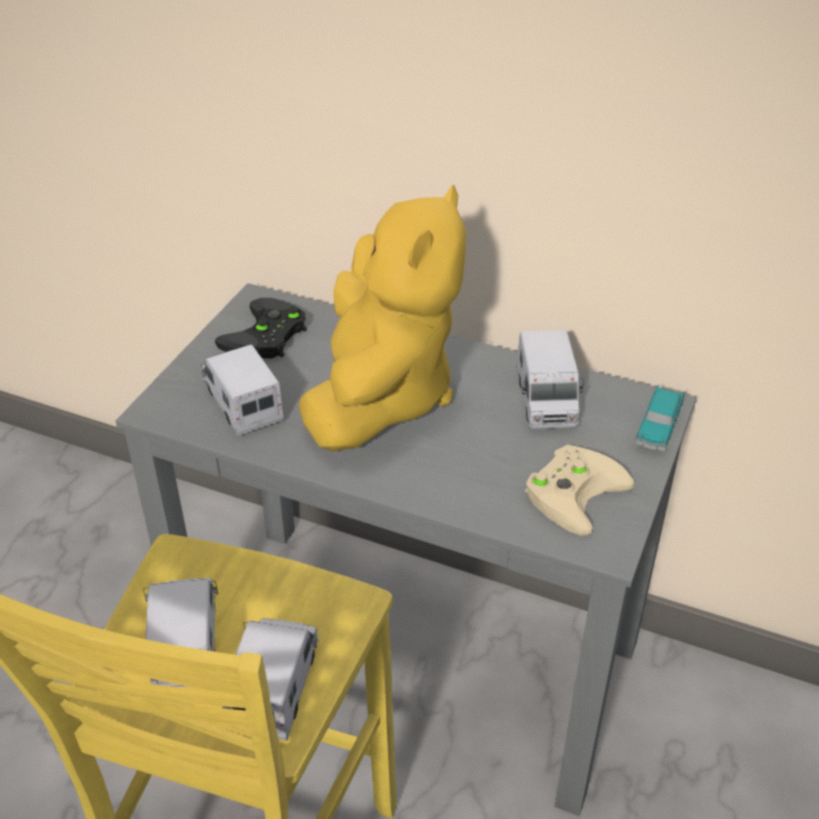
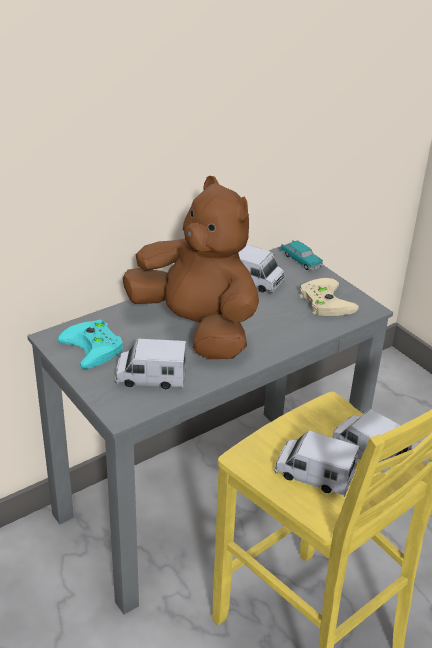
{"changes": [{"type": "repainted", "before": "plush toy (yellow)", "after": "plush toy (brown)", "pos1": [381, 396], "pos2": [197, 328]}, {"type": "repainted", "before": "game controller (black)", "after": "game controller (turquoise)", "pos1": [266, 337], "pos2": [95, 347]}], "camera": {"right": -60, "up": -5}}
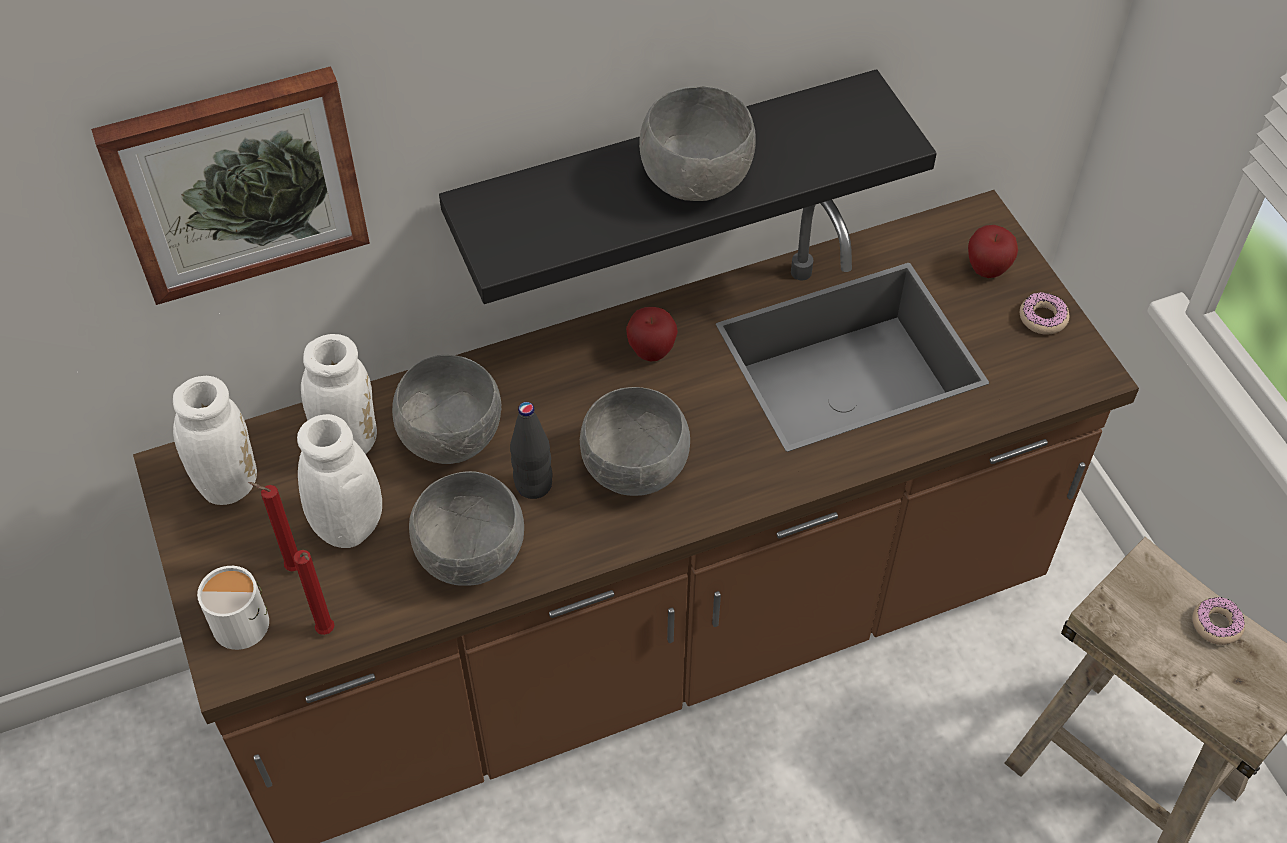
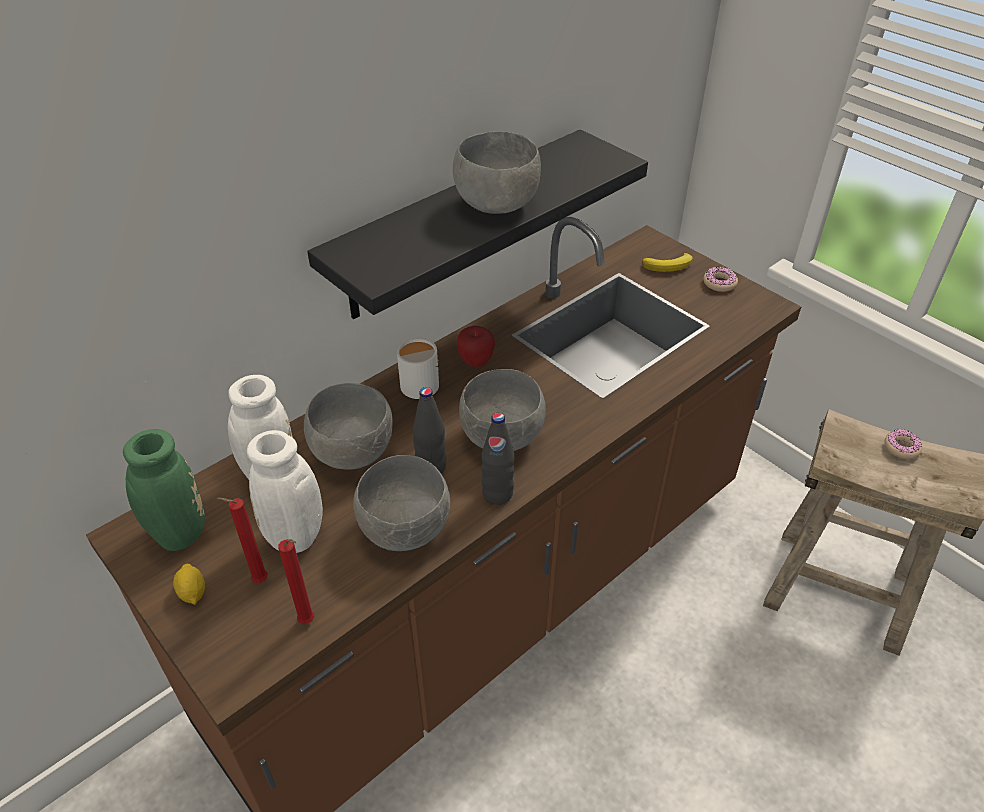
{"changes": [{"type": "gone", "before": "picture", "pos1": [237, 182]}, {"type": "swapped", "before": "apple", "after": "banana", "pos1": [987, 269], "pos2": [669, 266]}, {"type": "repainted", "before": "vase (white)", "after": "vase (green)", "pos1": [224, 483], "pos2": [175, 534]}, {"type": "shifted", "before": "mug (white)", "pos1": [243, 618], "pos2": [419, 382]}, {"type": "new", "after": "bottle (black)", "pos2": [497, 494]}, {"type": "new", "after": "lemon", "pos2": [192, 592]}], "camera": {"right": -20, "up": -10}}
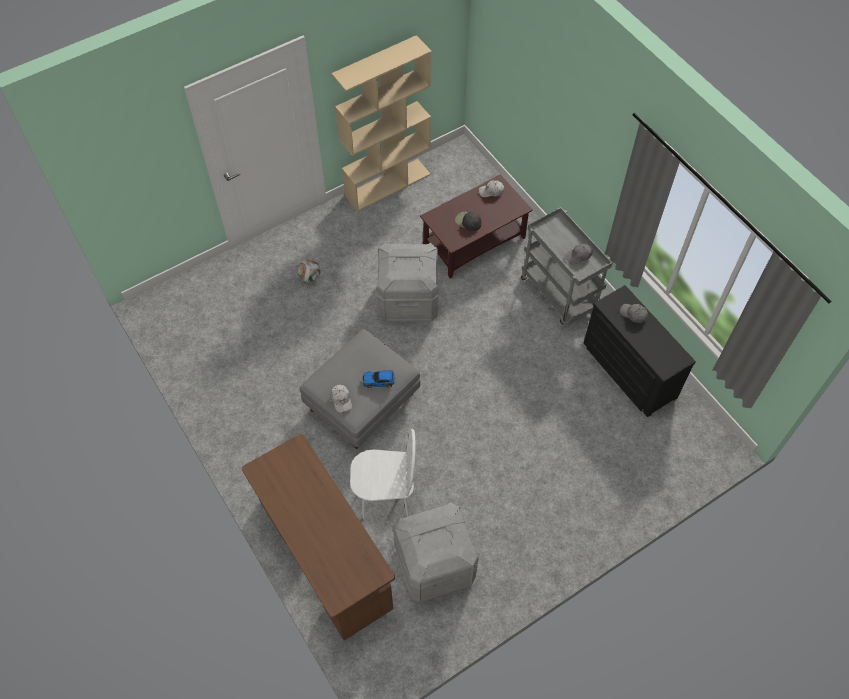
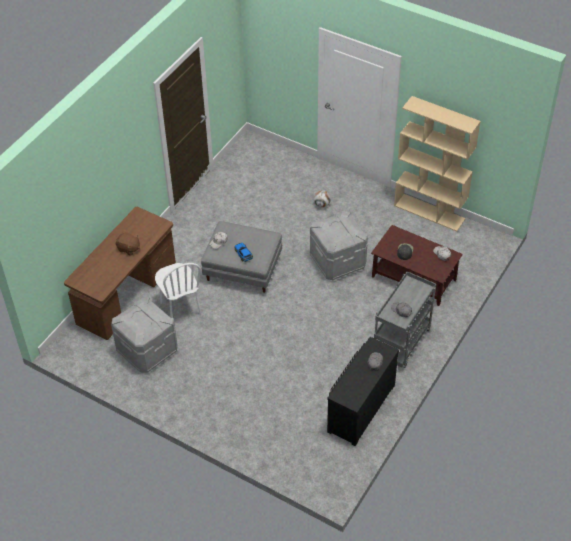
{"changes": [{"type": "new", "after": "plush toy (brown)", "pos2": [128, 249]}], "camera": {"right": 65, "up": -10}}
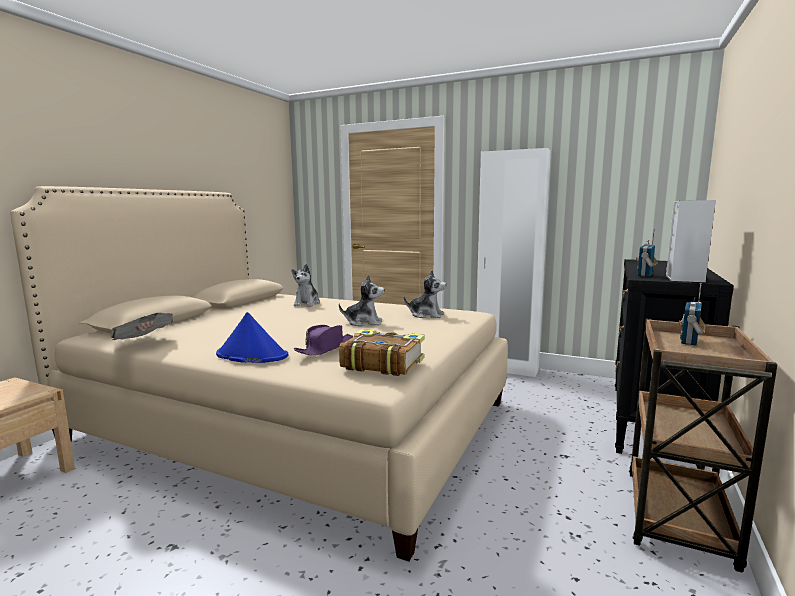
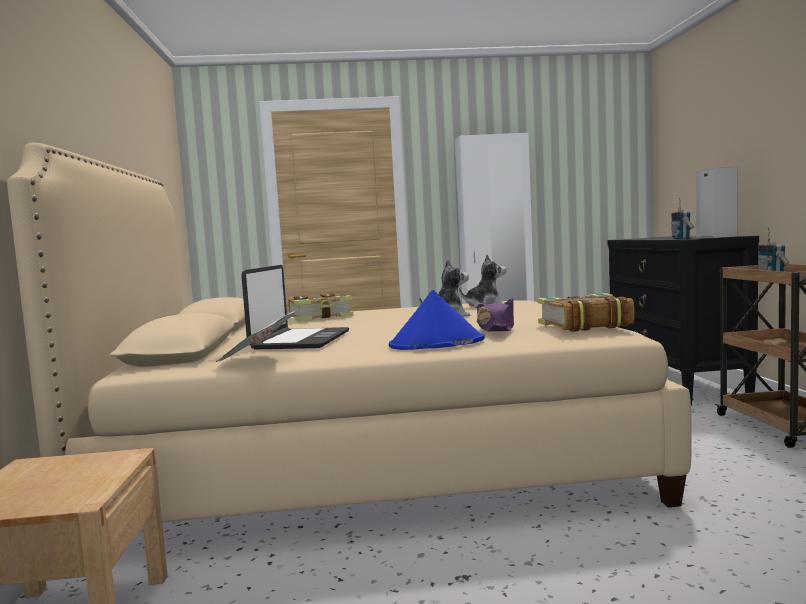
{"changes": [{"type": "swapped", "before": "plush toy", "after": "book", "pos1": [307, 303], "pos2": [321, 317]}, {"type": "new", "after": "laptop", "pos2": [300, 340]}], "camera": {"right": -30, "up": -5}}
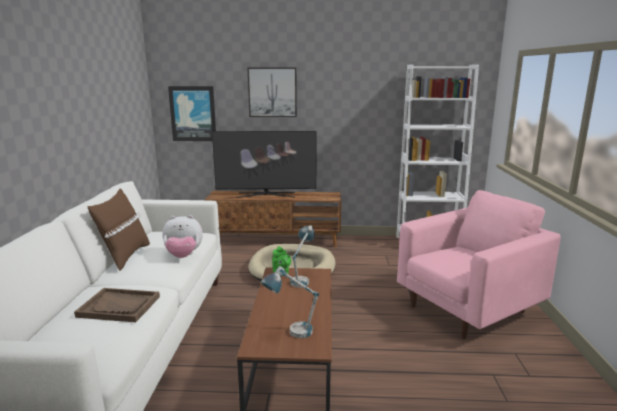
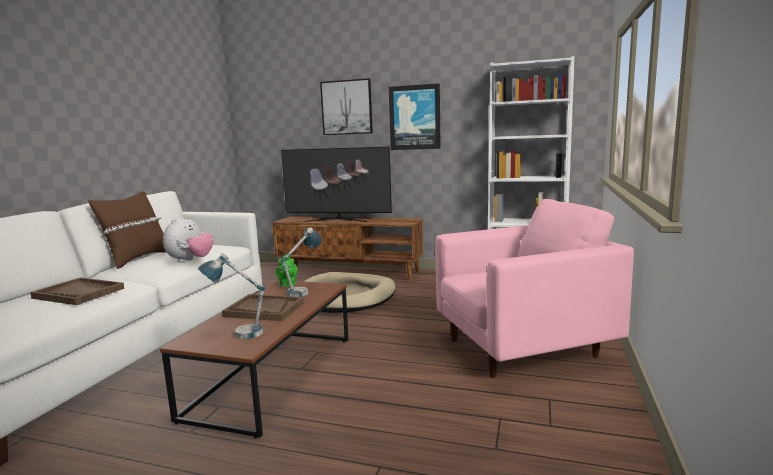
{"changes": [{"type": "shifted", "before": "picture", "pos1": [193, 113], "pos2": [415, 117]}, {"type": "rotated", "before": "plush toy", "pos1": [183, 256], "pos2": [190, 261], "turn": -75}, {"type": "new", "after": "tray (brown)", "pos2": [264, 309]}], "camera": {"right": 15, "up": -5}}
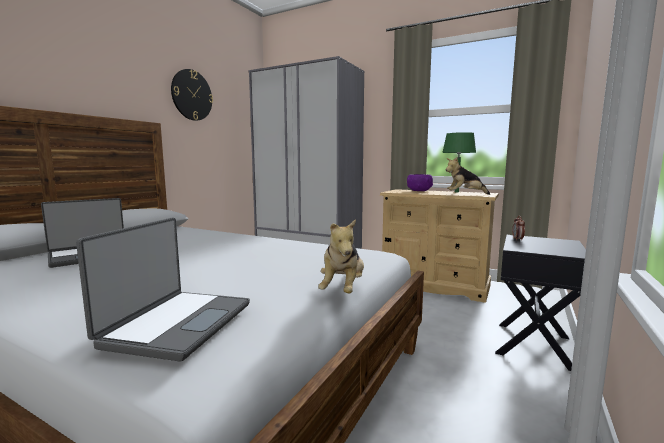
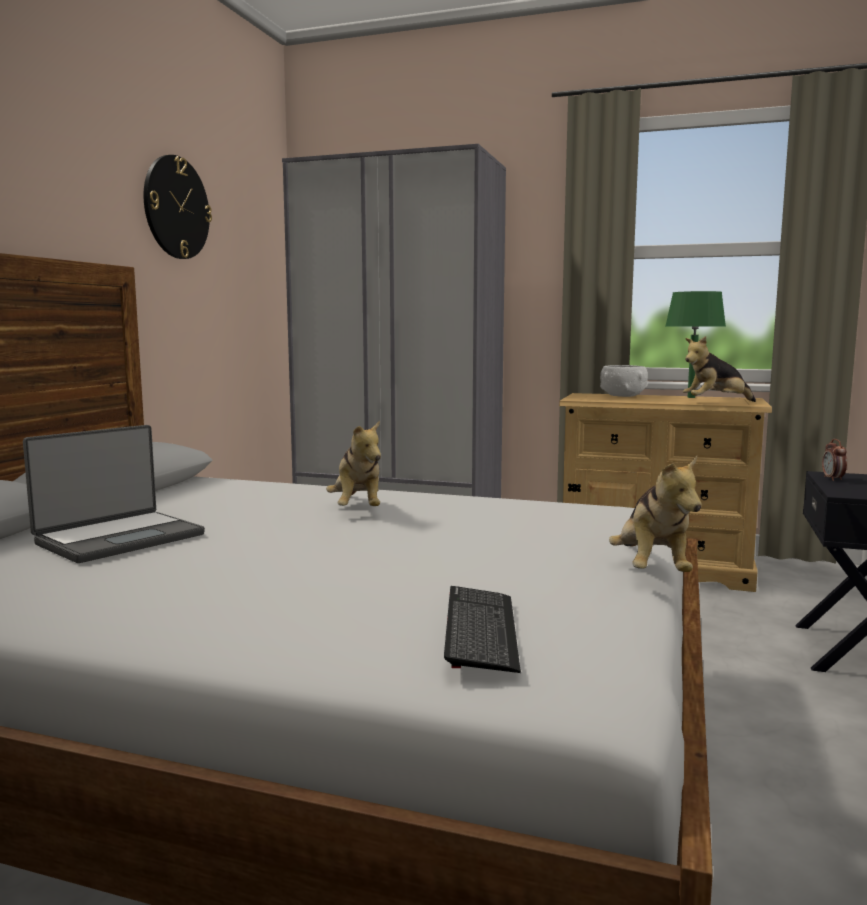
{"changes": [{"type": "repainted", "before": "bowl (purple)", "after": "bowl (white)", "pos1": [419, 191], "pos2": [623, 396]}, {"type": "swapped", "before": "laptop", "after": "keyboard", "pos1": [177, 323], "pos2": [481, 630]}, {"type": "new", "after": "plush toy", "pos2": [358, 509]}], "camera": {"right": -10, "up": 0}}
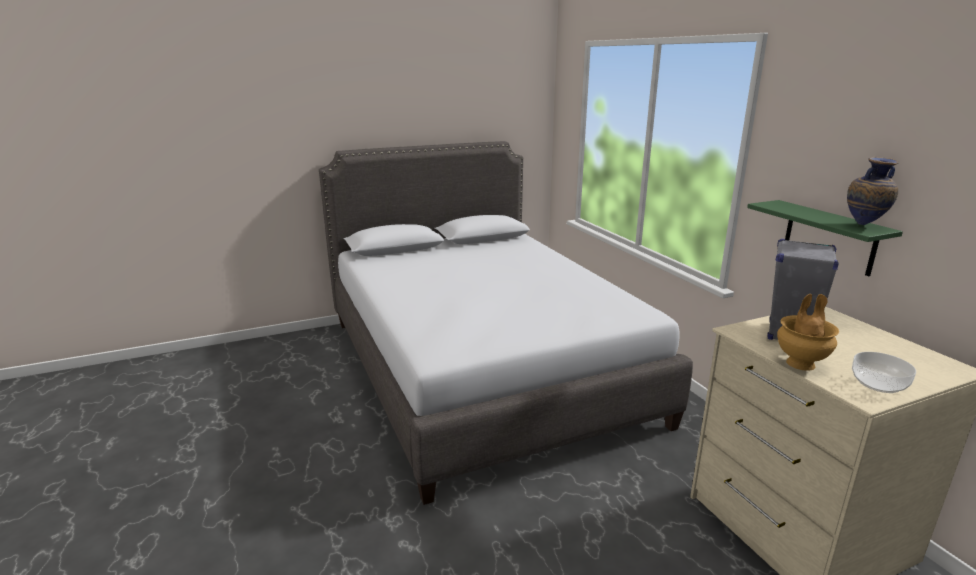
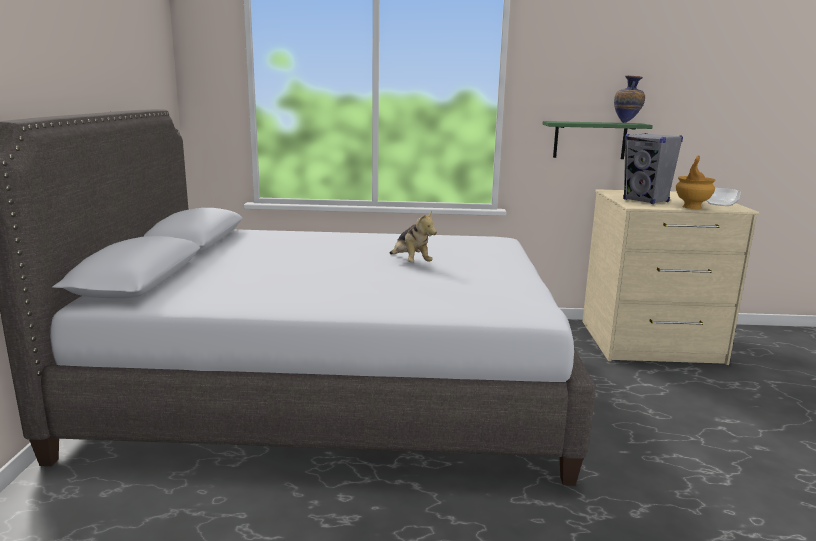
{"changes": [{"type": "new", "after": "plush toy", "pos2": [410, 263]}], "camera": {"right": -65, "up": -5}}
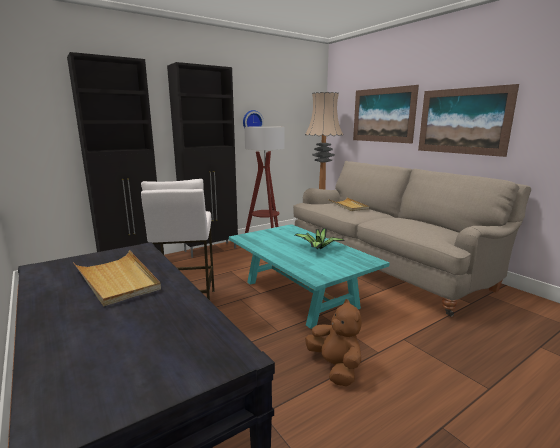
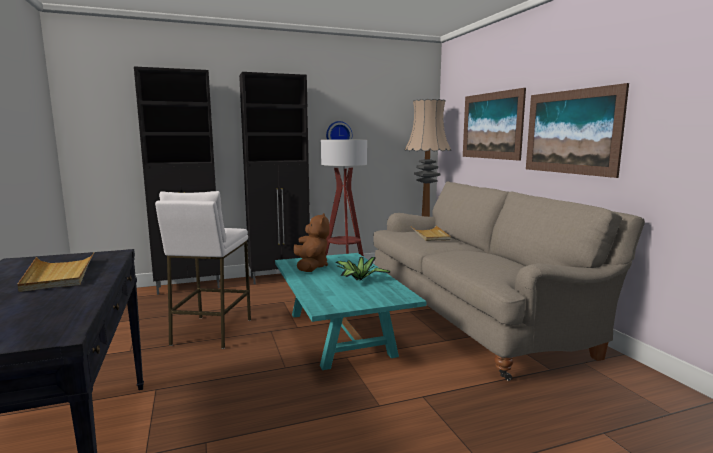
{"changes": [{"type": "shifted", "before": "plush toy (brown)", "pos1": [335, 367], "pos2": [311, 267]}], "camera": {"right": 15, "up": -5}}
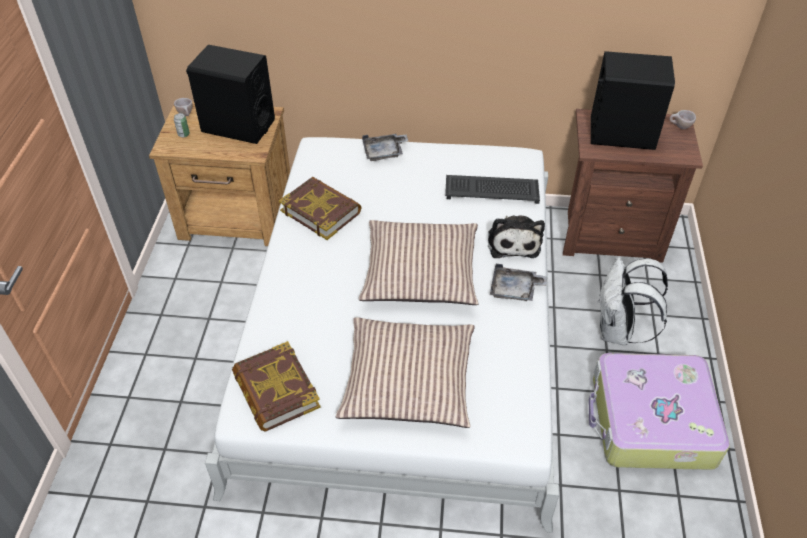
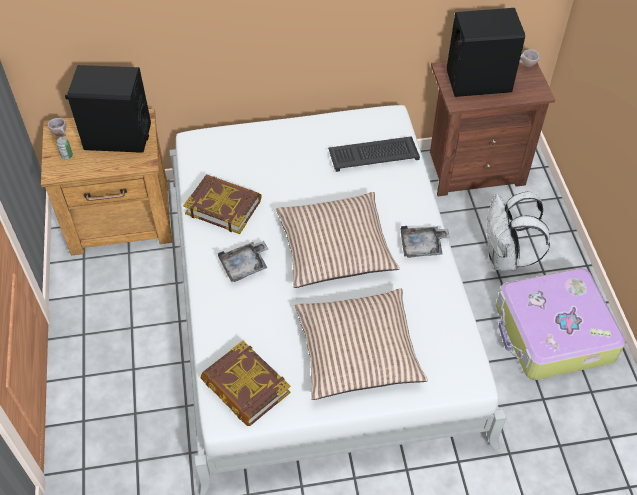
{"changes": [{"type": "shifted", "before": "tray (grey)", "pos1": [384, 152], "pos2": [245, 266]}, {"type": "gone", "before": "plush toy", "pos1": [513, 241]}], "camera": {"right": -15, "up": 5}}
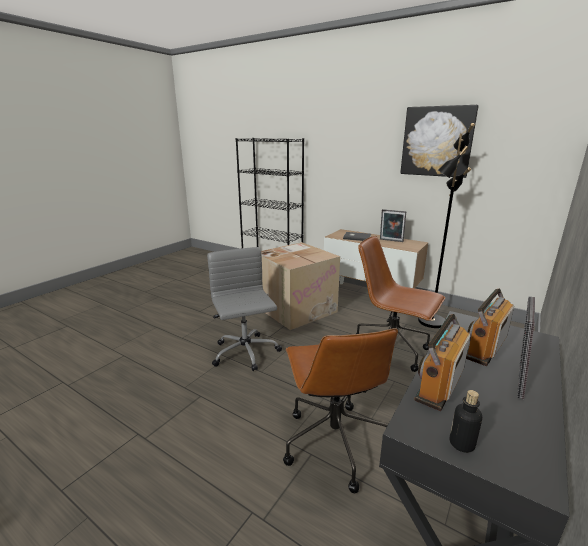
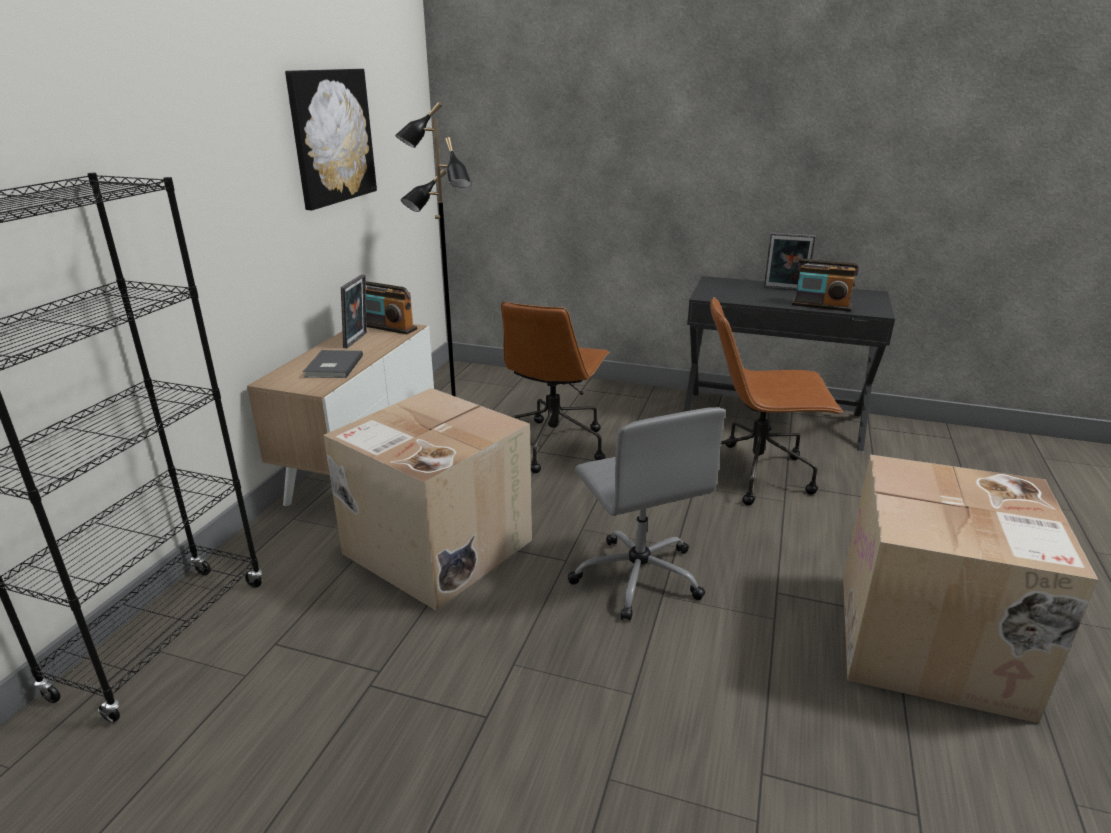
{"changes": [{"type": "rotated", "before": "office chair (grey)", "pos1": [245, 353], "pos2": [637, 575], "turn": -75}, {"type": "shifted", "before": "radio", "pos1": [484, 347], "pos2": [389, 327]}, {"type": "rotated", "before": "office chair (brown)", "pos1": [333, 441], "pos2": [757, 473], "turn": -150}, {"type": "gone", "before": "bottle", "pos1": [461, 443]}, {"type": "new", "after": "cardboard box", "pos2": [932, 644]}], "camera": {"right": -105, "up": 5}}
